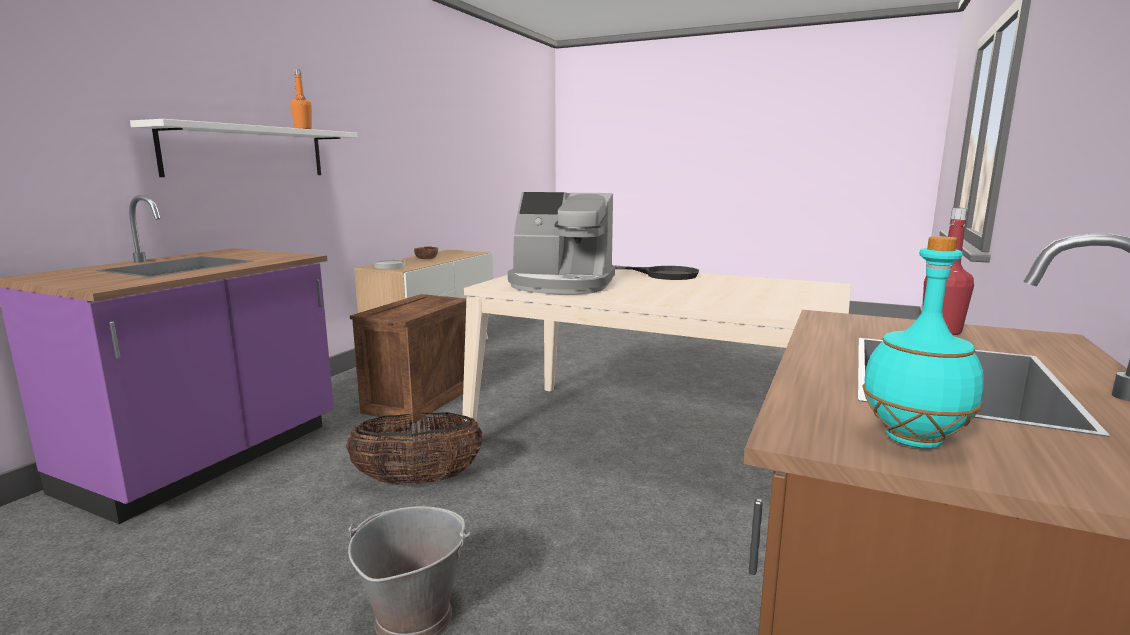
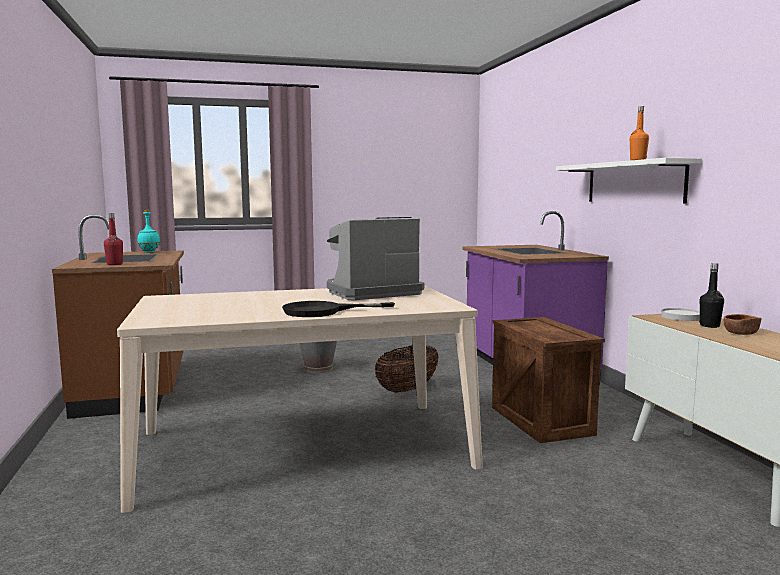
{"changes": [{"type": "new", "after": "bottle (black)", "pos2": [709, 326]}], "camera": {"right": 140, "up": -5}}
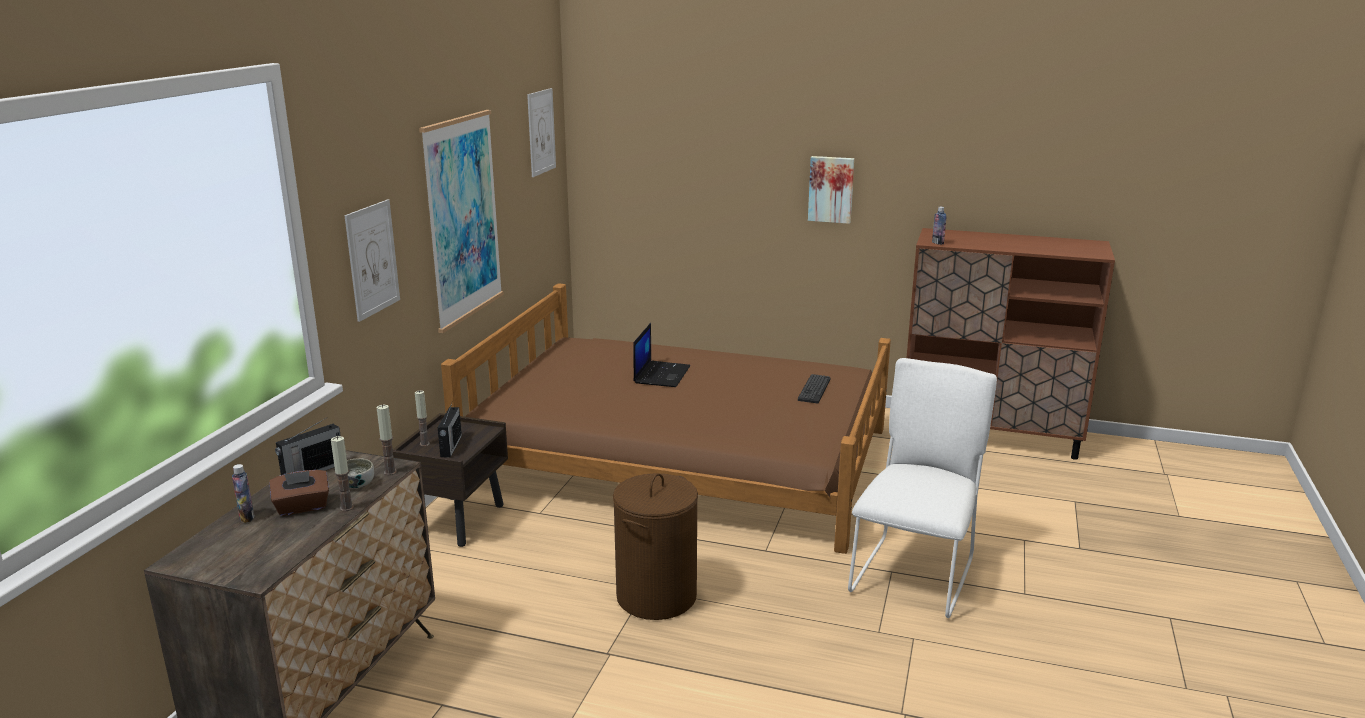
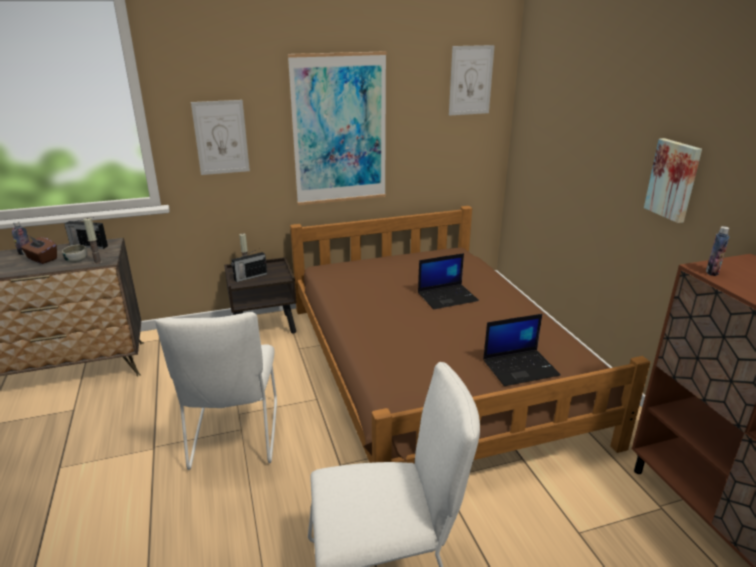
{"changes": [{"type": "swapped", "before": "keyboard", "after": "laptop", "pos1": [814, 389], "pos2": [520, 367]}, {"type": "gone", "before": "candle", "pos1": [346, 508]}, {"type": "swapped", "before": "laundry basket (brown)", "after": "chair (white)", "pos1": [656, 597], "pos2": [234, 438]}], "camera": {"right": 55, "up": 5}}
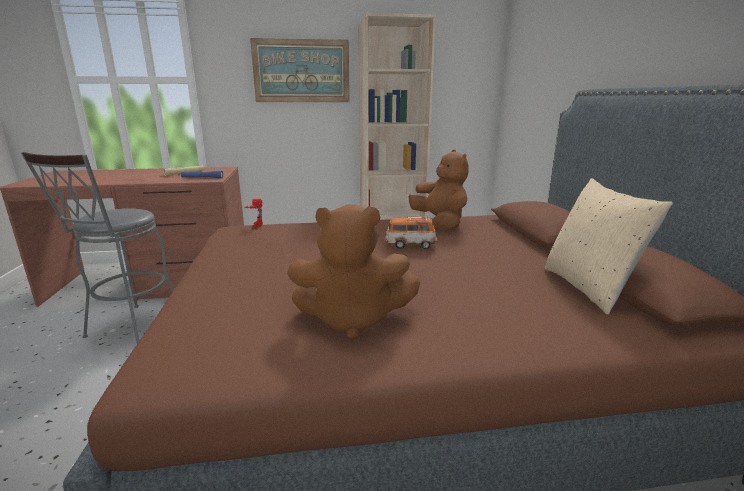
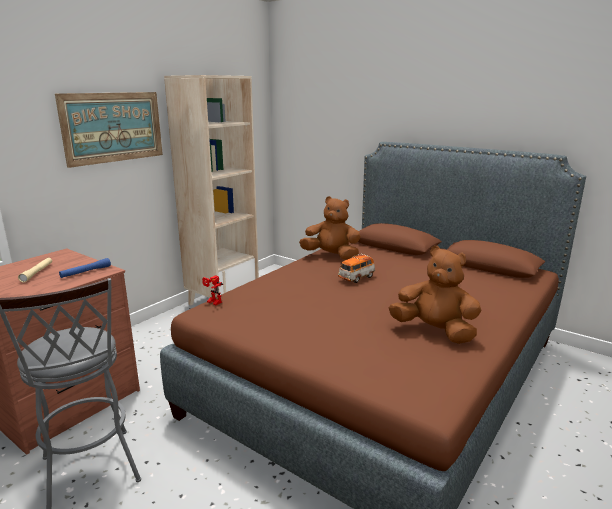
{"changes": [{"type": "gone", "before": "pillow (beige)", "pos1": [589, 288]}, {"type": "rotated", "before": "plush toy (brown)", "pos1": [352, 319], "pos2": [434, 331], "turn": -105}], "camera": {"right": -45, "up": 0}}
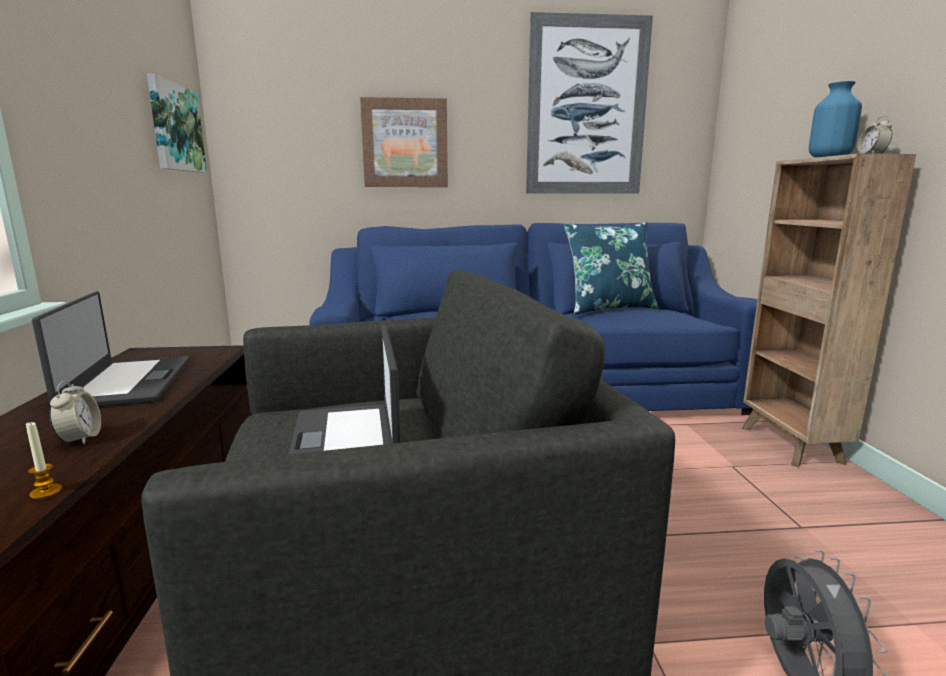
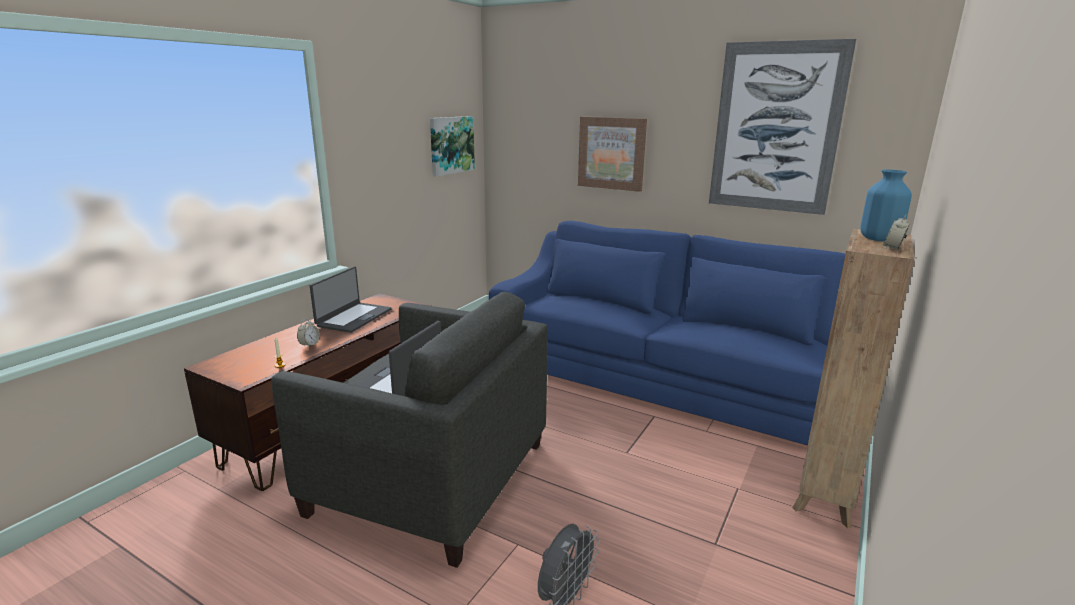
{"changes": [{"type": "gone", "before": "pillow (blue)", "pos1": [609, 308]}], "camera": {"right": 35, "up": 5}}
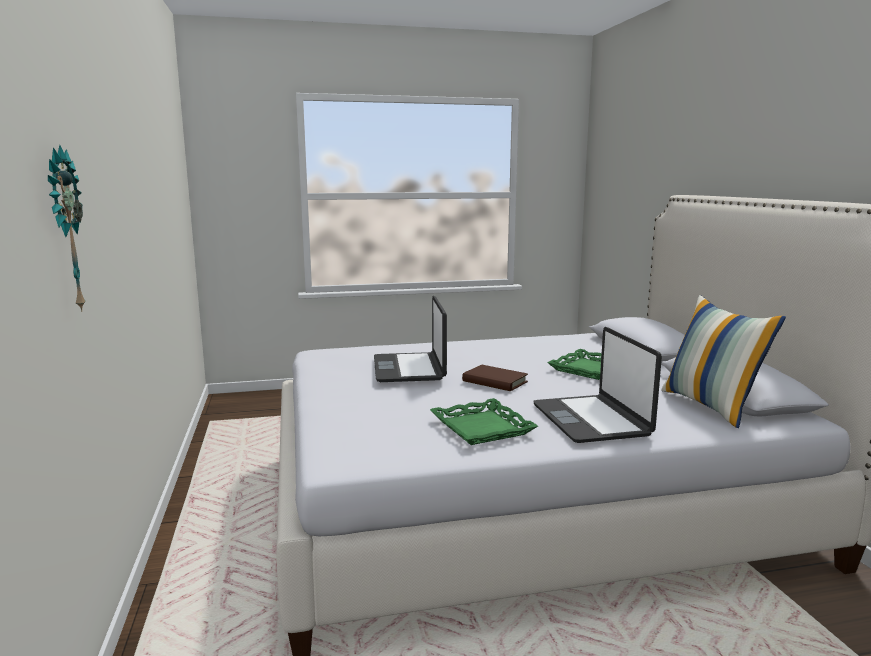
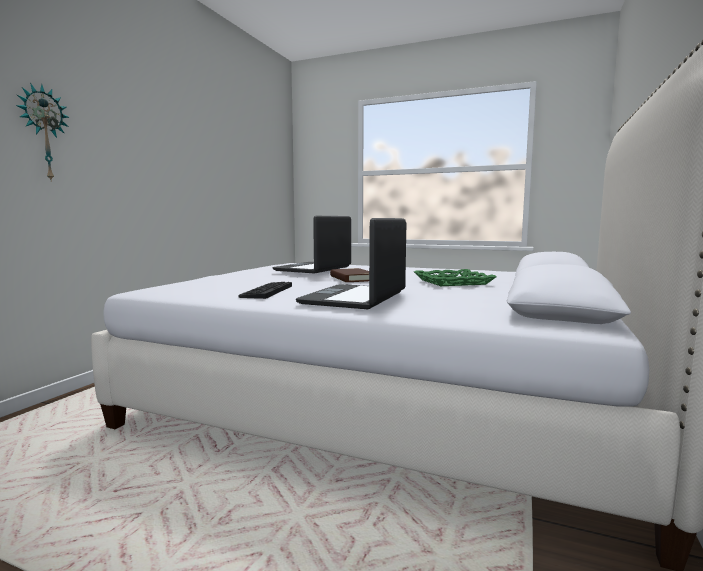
{"changes": [{"type": "gone", "before": "pillow", "pos1": [711, 406]}, {"type": "swapped", "before": "tray (green)", "after": "keyboard", "pos1": [482, 428], "pos2": [266, 291]}], "camera": {"right": 35, "up": -5}}
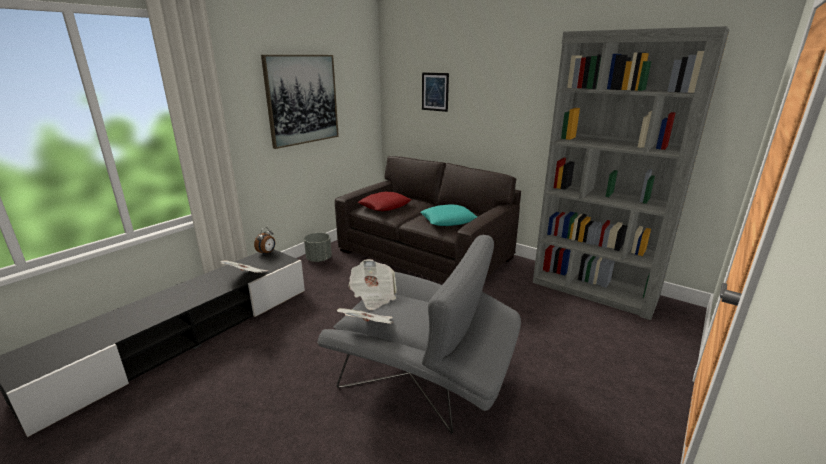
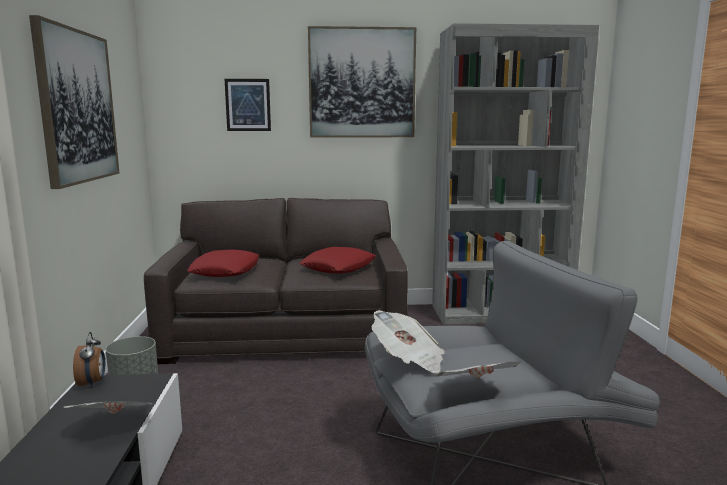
{"changes": [{"type": "repainted", "before": "pillow (turquoise)", "after": "pillow (red)", "pos1": [448, 220], "pos2": [338, 267]}, {"type": "new", "after": "picture", "pos2": [362, 83]}], "camera": {"right": -40, "up": -10}}
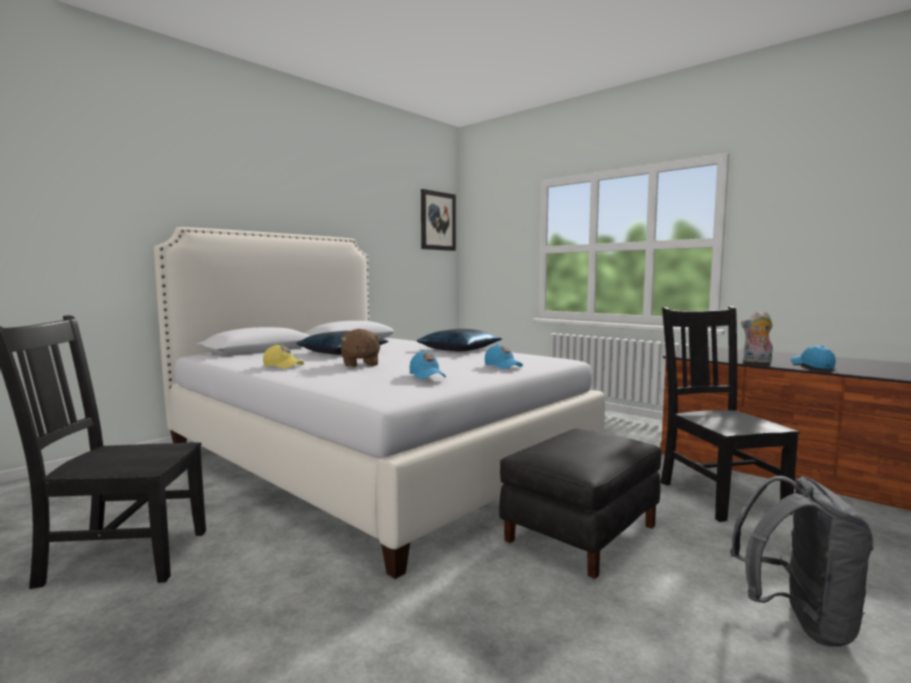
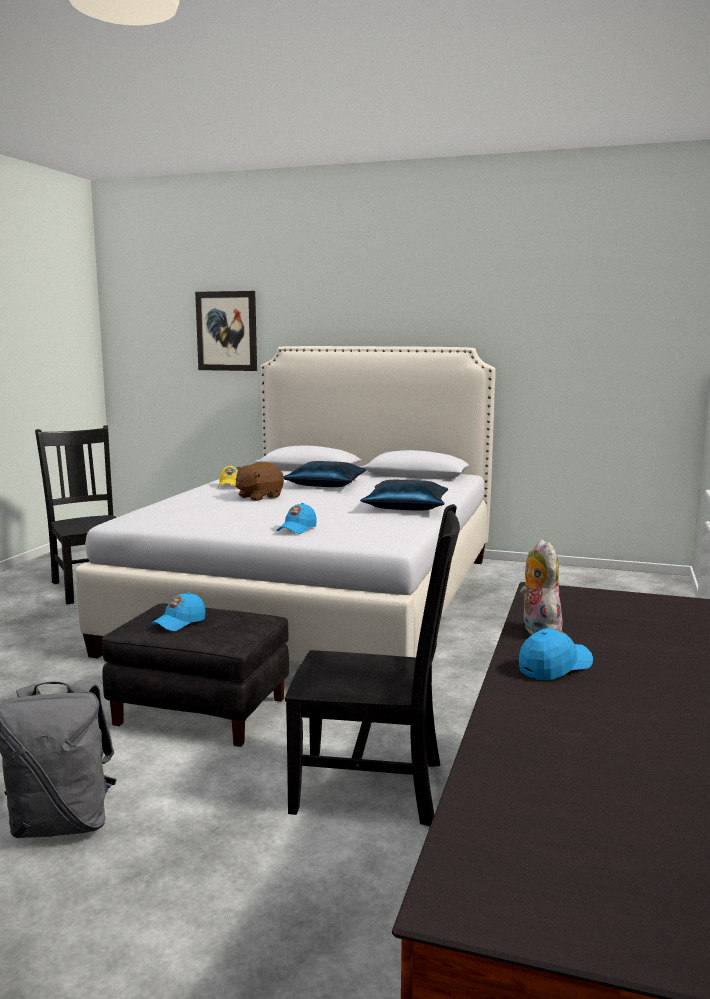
{"changes": [{"type": "shifted", "before": "picture", "pos1": [438, 221], "pos2": [227, 331]}, {"type": "rotated", "before": "chair (black)", "pos1": [718, 495], "pos2": [374, 787], "turn": 45}, {"type": "shifted", "before": "cap (blue)", "pos1": [427, 376], "pos2": [179, 623]}], "camera": {"right": 65, "up": 5}}
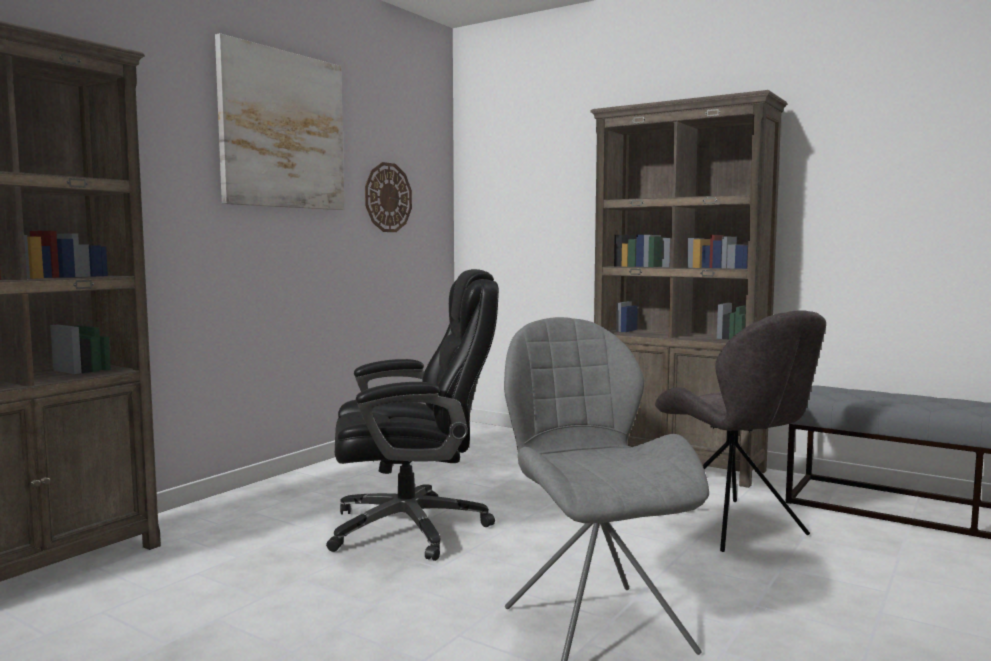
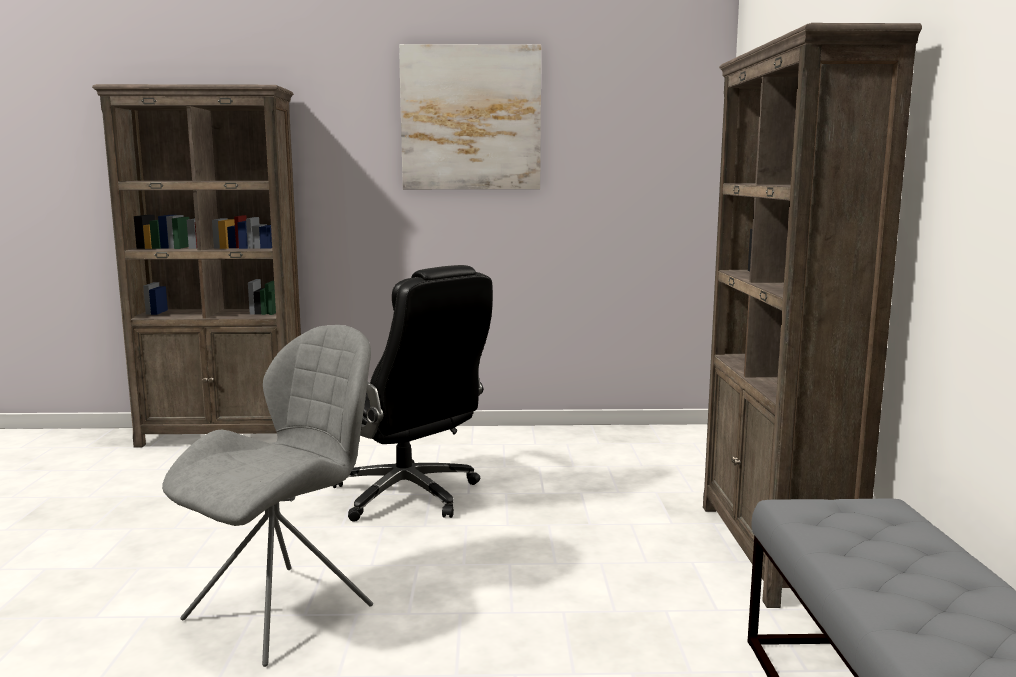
{"changes": [{"type": "gone", "before": "wall clock", "pos1": [388, 197]}, {"type": "gone", "before": "chair (grey)", "pos1": [733, 527]}], "camera": {"right": 55, "up": 5}}
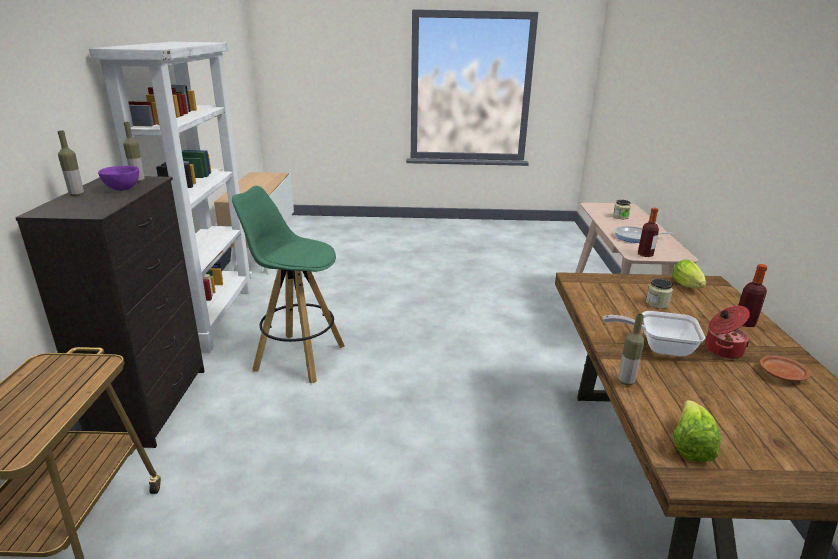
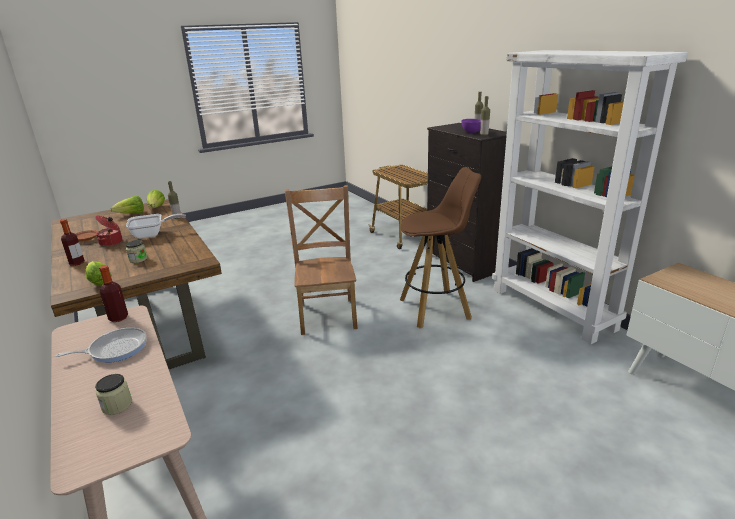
{"changes": [{"type": "repainted", "before": "stool (green)", "after": "stool (brown)", "pos1": [298, 357], "pos2": [435, 309]}, {"type": "new", "after": "chair (brown)", "pos2": [328, 314]}, {"type": "new", "after": "lettuce", "pos2": [132, 214]}], "camera": {"right": 150, "up": 0}}
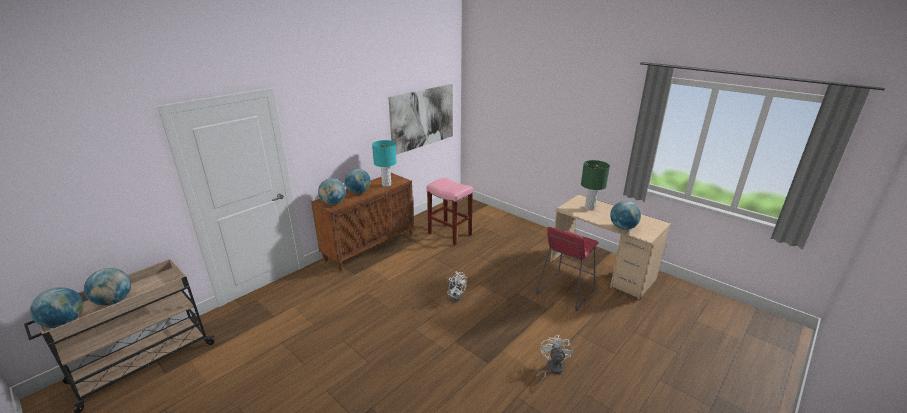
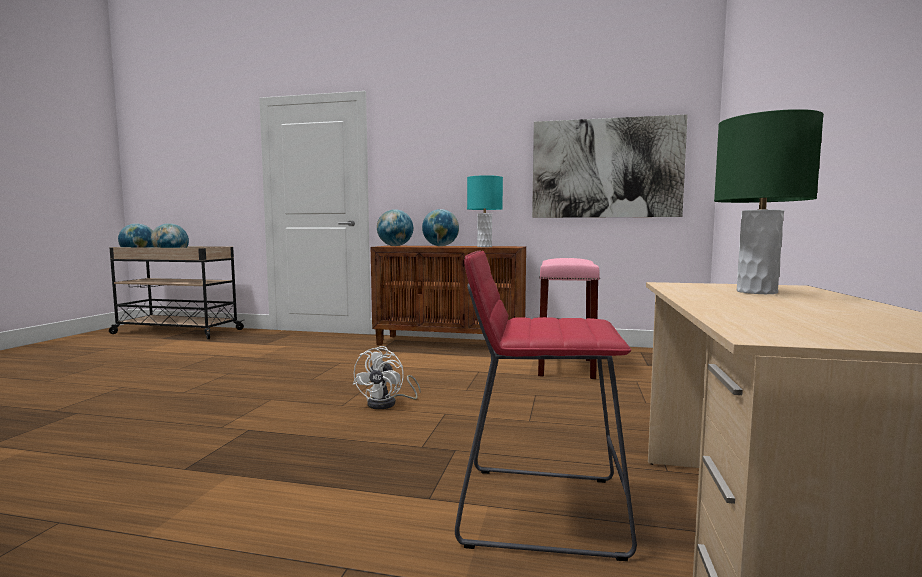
{"changes": [{"type": "gone", "before": "globe", "pos1": [623, 227]}, {"type": "gone", "before": "fan (white)", "pos1": [551, 369]}], "camera": {"right": 60, "up": -20}}
